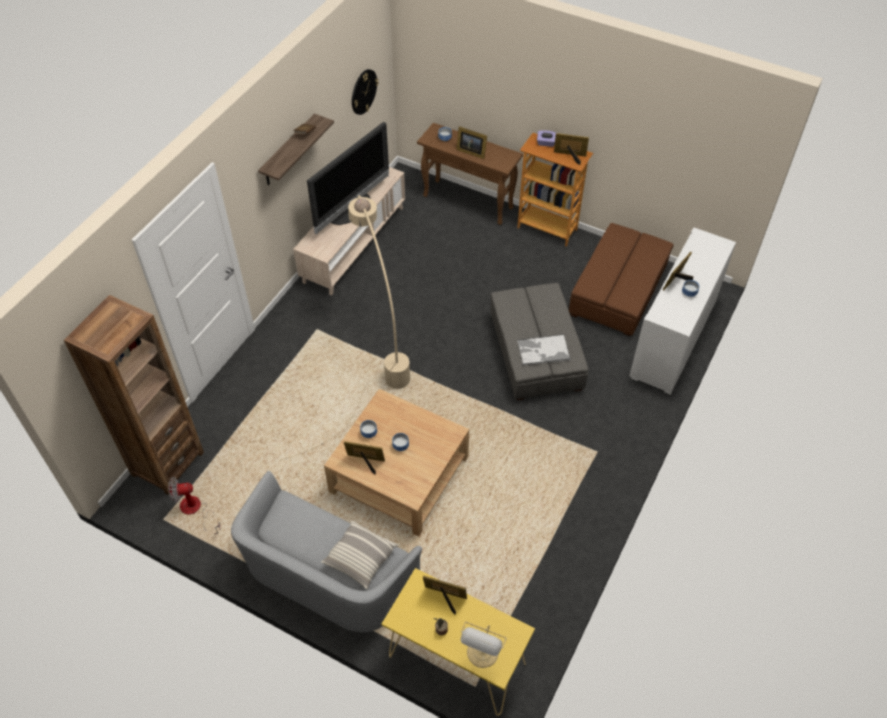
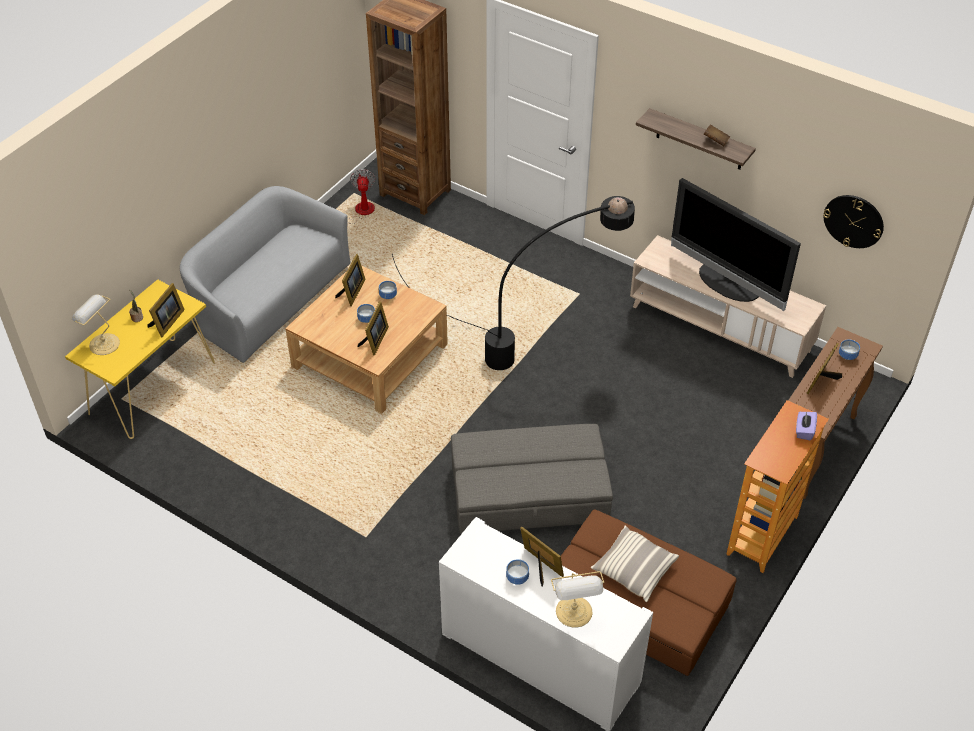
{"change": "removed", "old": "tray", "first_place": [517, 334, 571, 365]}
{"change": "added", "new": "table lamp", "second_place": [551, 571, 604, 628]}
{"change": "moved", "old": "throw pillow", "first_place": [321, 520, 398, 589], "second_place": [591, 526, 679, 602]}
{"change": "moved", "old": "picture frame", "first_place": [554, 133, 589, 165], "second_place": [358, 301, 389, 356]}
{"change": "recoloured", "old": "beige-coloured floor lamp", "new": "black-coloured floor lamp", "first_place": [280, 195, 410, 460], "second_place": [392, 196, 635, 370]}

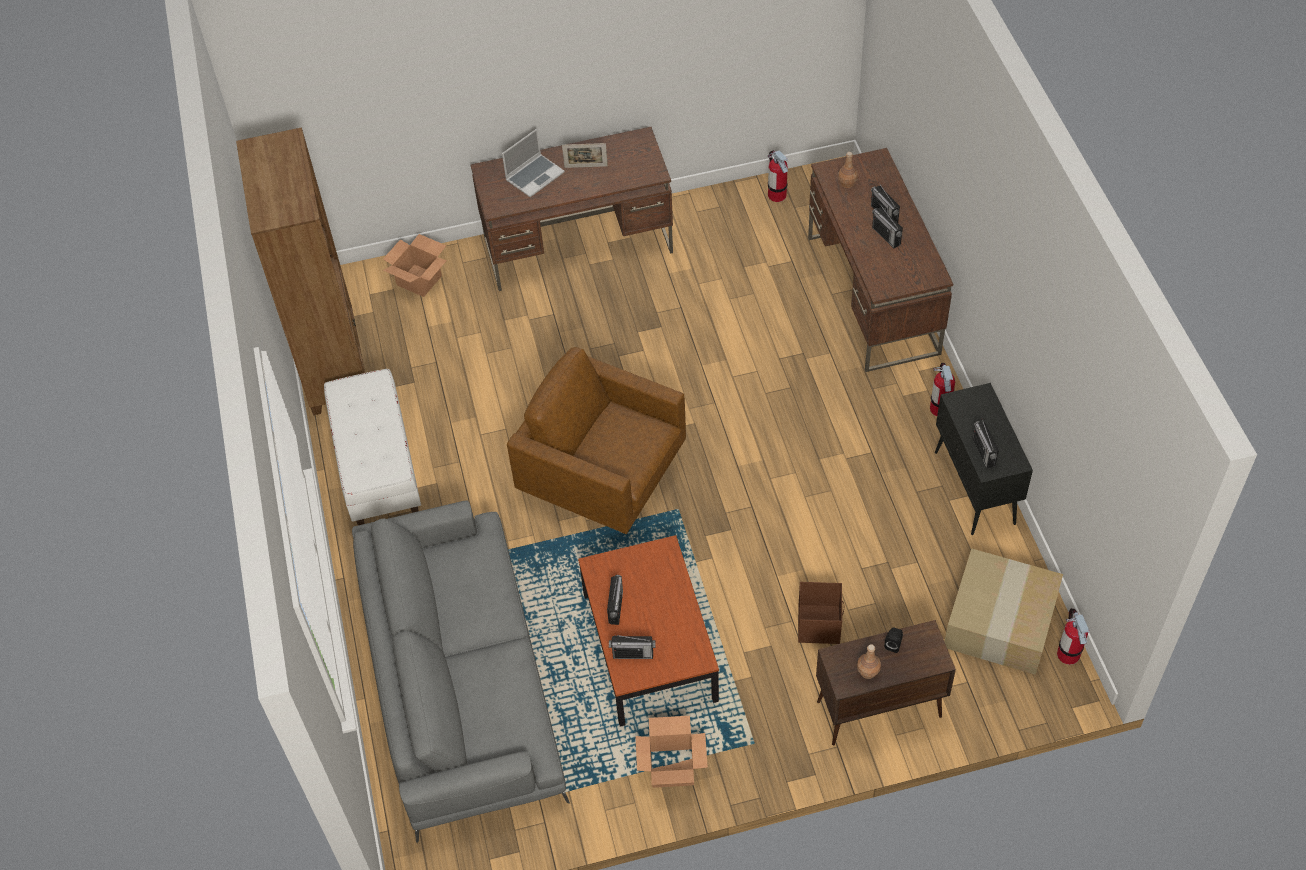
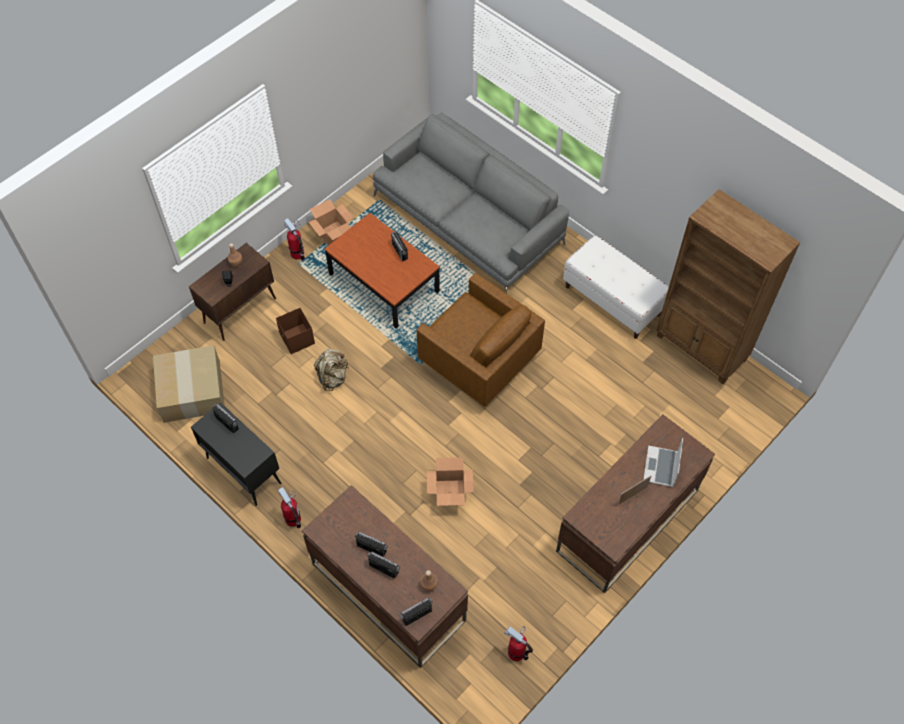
{"change": "added", "new": "beige-coloured backpack", "second_place": [314, 349, 348, 391]}
{"change": "moved", "old": "packing box", "first_place": [383, 234, 447, 297], "second_place": [427, 457, 474, 506]}
{"change": "moved", "old": "radio", "first_place": [609, 635, 655, 659], "second_place": [399, 598, 433, 626]}
{"change": "moved", "old": "extinguisher", "first_place": [1057, 608, 1090, 665], "second_place": [284, 218, 305, 260]}
{"change": "turned", "old": "brown-coloured easy chair", "first_place": [507, 347, 686, 534], "second_place": [417, 273, 545, 407], "degrees": 45}

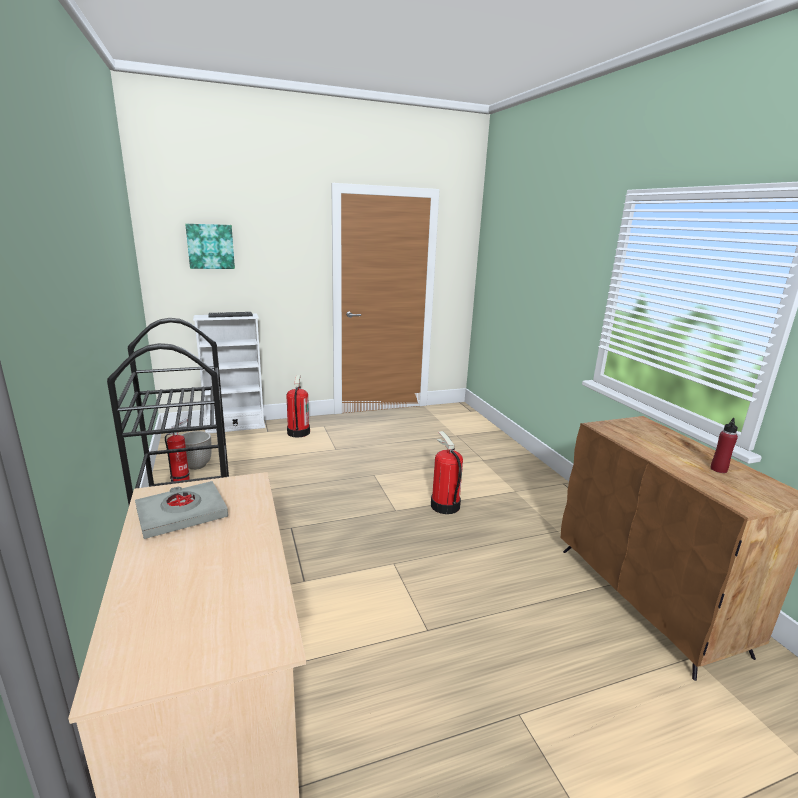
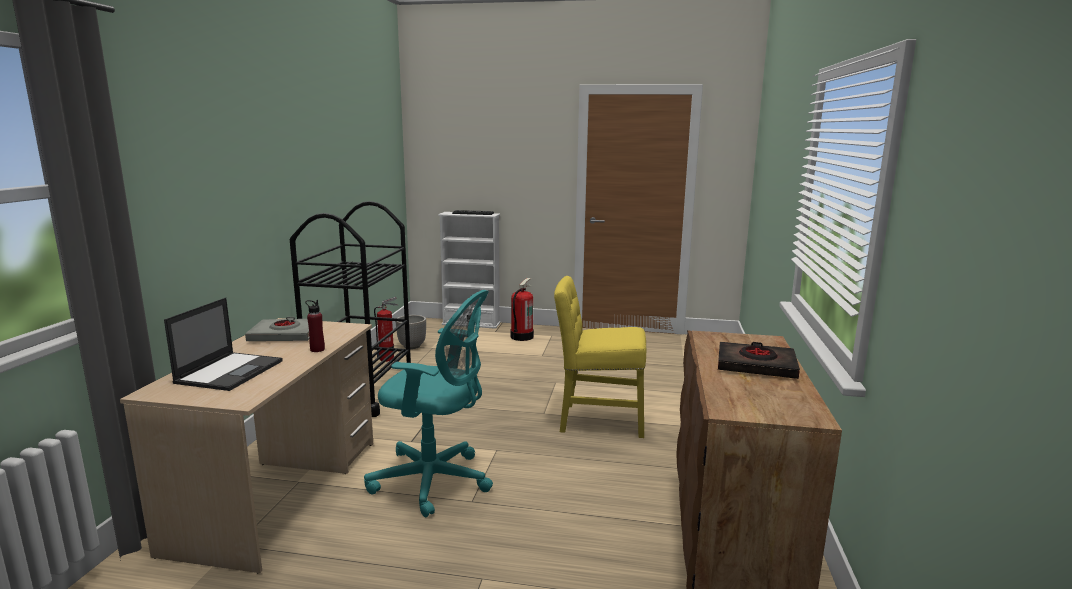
{"change": "removed", "old": "wall art", "first_place": [185, 224, 235, 269]}
{"change": "added", "new": "notebook computer", "second_place": [164, 298, 283, 391]}
{"change": "added", "new": "turquoise-coloured desk chair", "second_place": [364, 290, 493, 517]}
{"change": "added", "new": "black-coloured bound book", "second_place": [718, 342, 800, 379]}
{"change": "moved", "old": "red bottle", "first_place": [710, 418, 738, 473], "second_place": [305, 300, 325, 352]}
{"change": "replaced", "old": "extinguisher", "new": "yellow-coloured plain chair", "first_place": [431, 431, 463, 514], "second_place": [554, 276, 647, 438]}

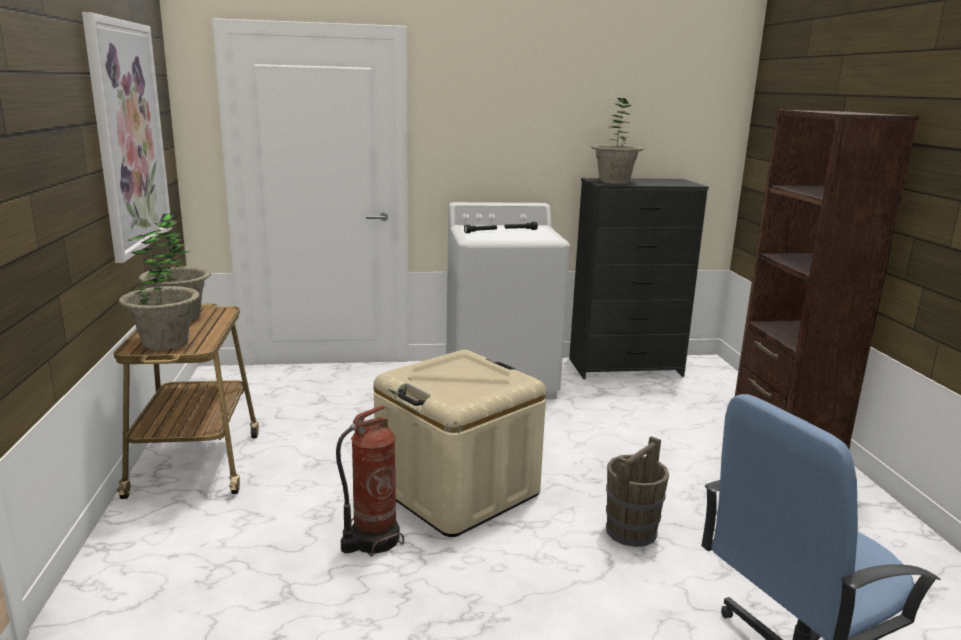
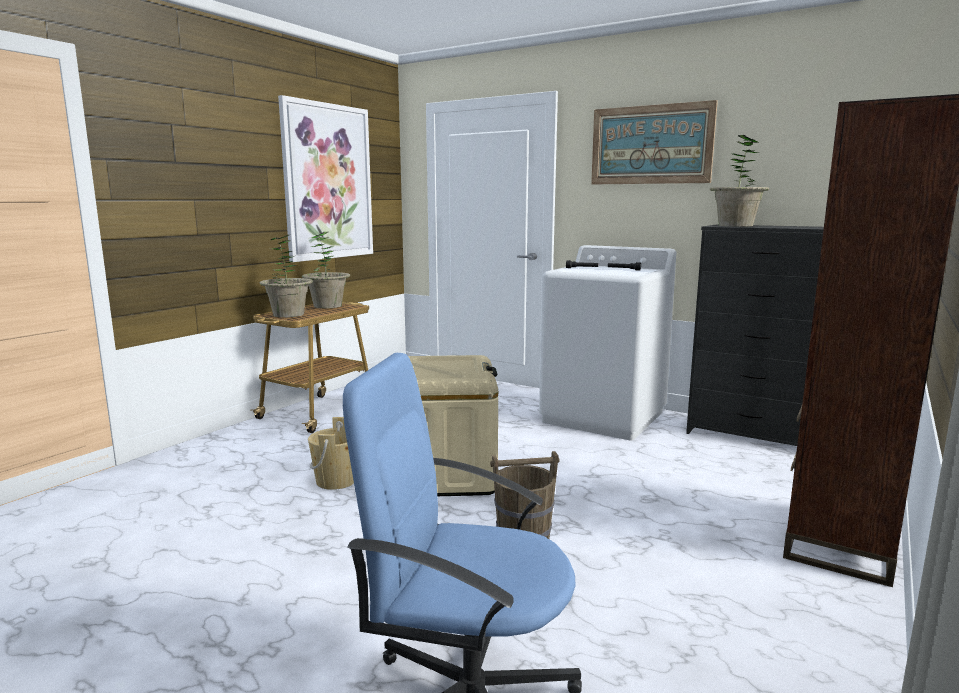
{"change": "added", "new": "wall art", "second_place": [591, 100, 718, 184]}
{"change": "replaced", "old": "extinguisher", "new": "beige-coloured bucket", "first_place": [336, 405, 404, 557], "second_place": [308, 417, 354, 490]}

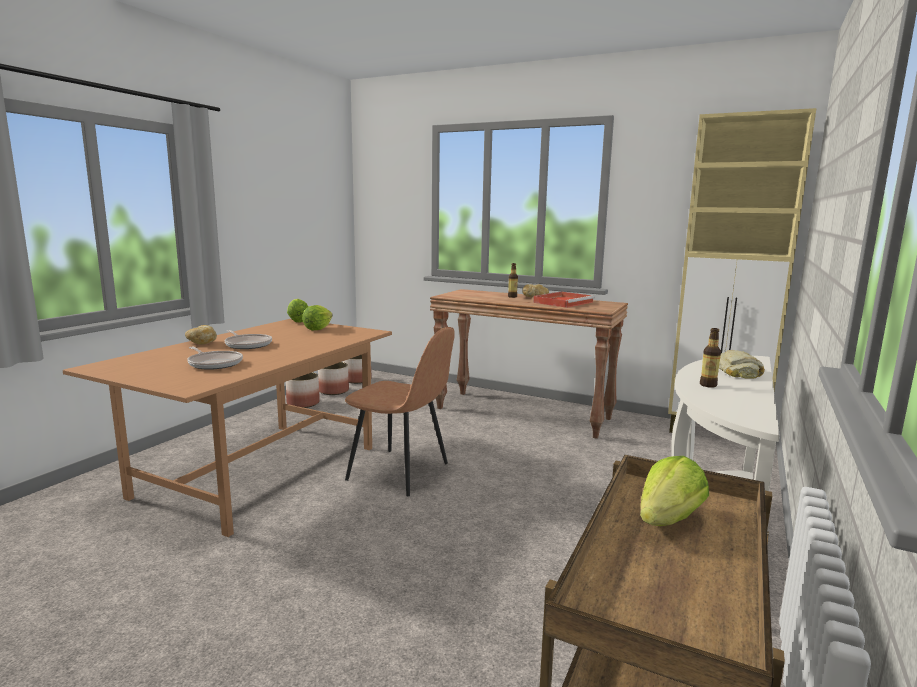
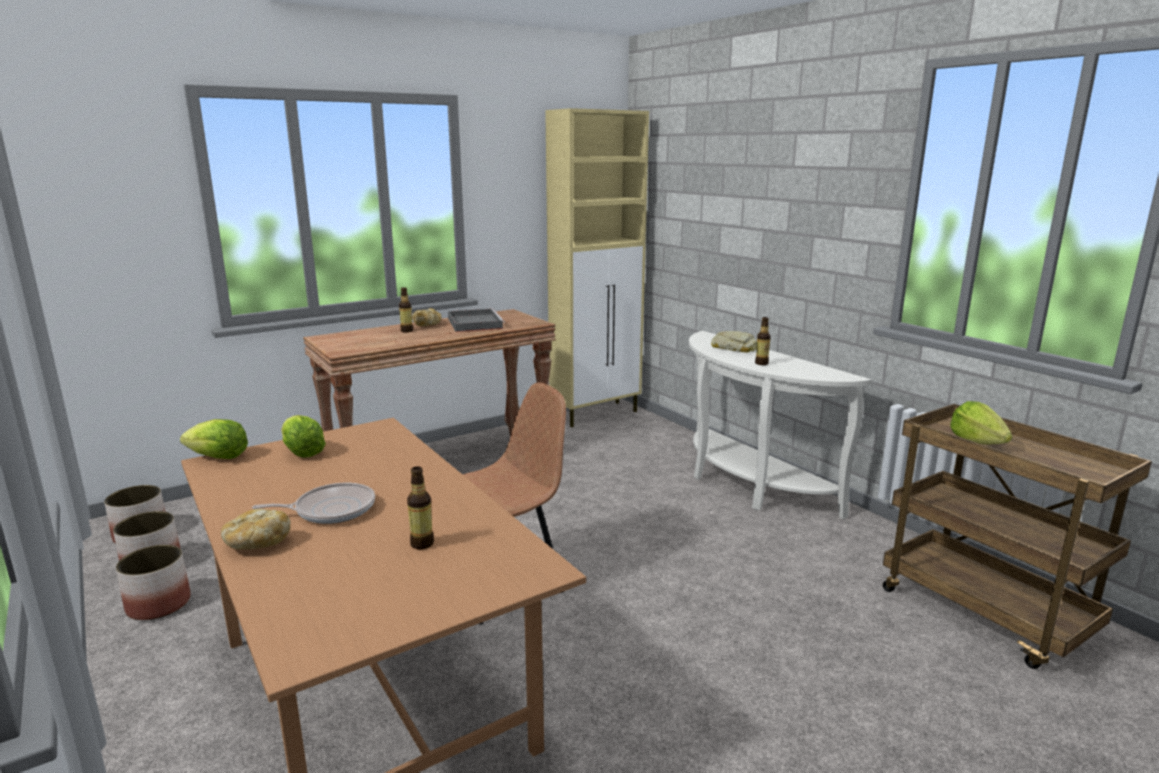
{"change": "replaced", "old": "skillet", "new": "bottle", "first_place": [187, 347, 243, 370], "second_place": [407, 466, 434, 549]}
{"change": "recoloured", "old": "red tray", "new": "greyish tray", "first_place": [533, 292, 595, 308], "second_place": [448, 309, 505, 332]}

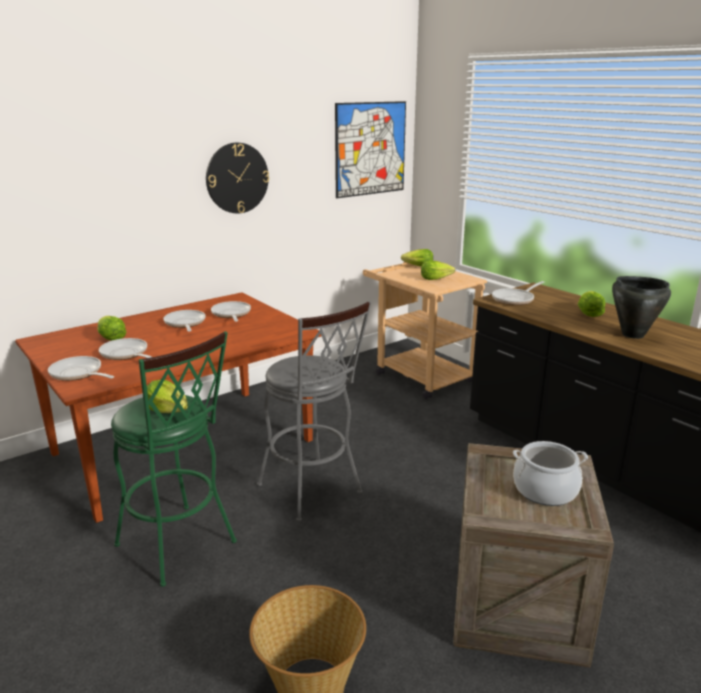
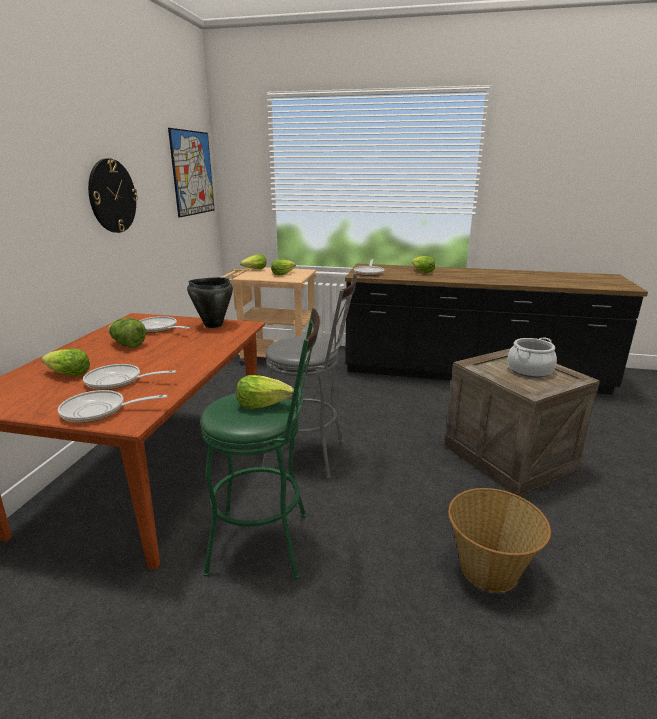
{"change": "moved", "old": "black-coloured stockpot", "first_place": [612, 276, 671, 339], "second_place": [187, 277, 233, 328]}
{"change": "replaced", "old": "skillet", "new": "lettuce head", "first_place": [163, 310, 206, 332], "second_place": [108, 318, 146, 348]}

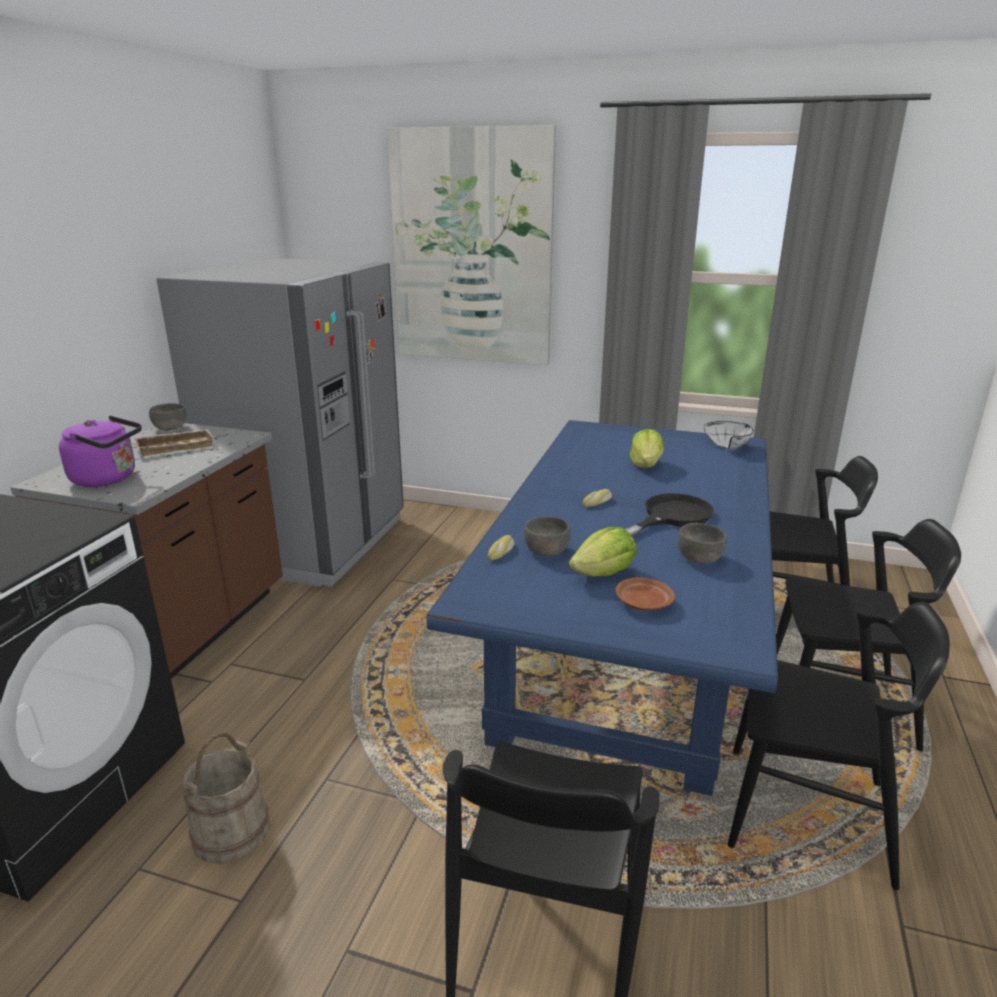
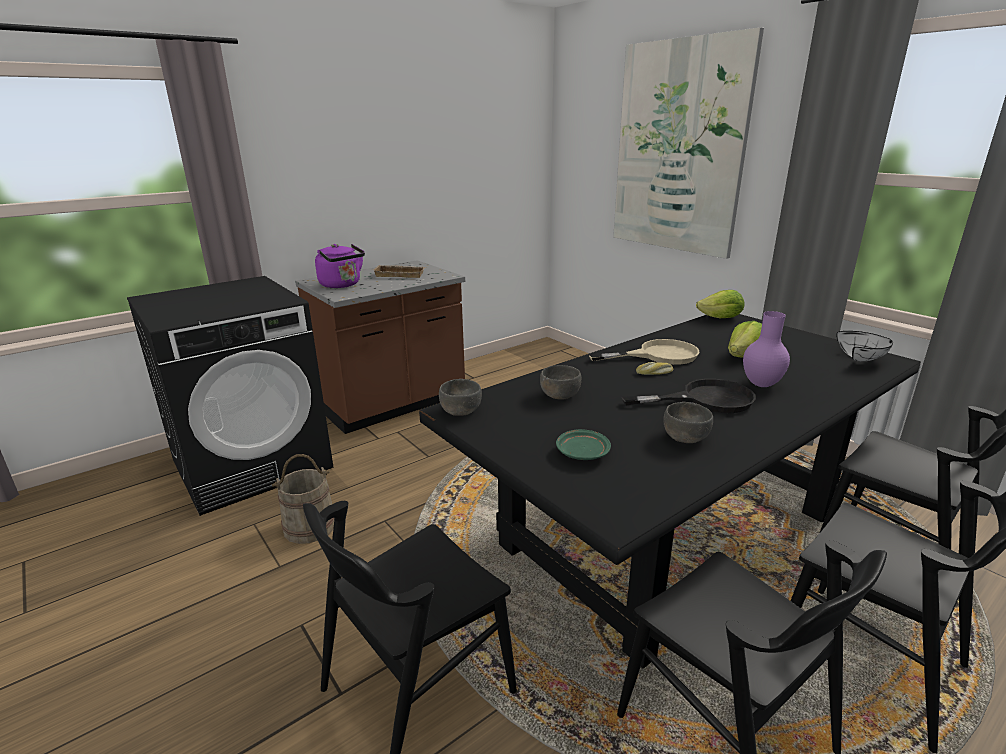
{"change": "removed", "old": "greyish refrigerator", "first_place": [156, 258, 404, 587]}
{"change": "removed", "old": "bread", "first_place": [488, 535, 514, 561]}
{"change": "added", "new": "beige-coloured skillet", "second_place": [589, 339, 699, 365]}
{"change": "added", "new": "purple-coloured flower vase", "second_place": [743, 311, 790, 387]}
{"change": "moved", "old": "greyish serving bowl", "first_place": [149, 403, 187, 430], "second_place": [439, 379, 482, 416]}
{"change": "moved", "old": "lettuce head", "first_place": [569, 527, 637, 576], "second_place": [696, 290, 745, 318]}
{"change": "recoloured", "old": "blue dining table", "new": "black-coloured dining table", "first_place": [426, 420, 778, 796], "second_place": [419, 314, 921, 668]}
{"change": "recoloured", "old": "brown-coloured plate", "new": "greenish plate", "first_place": [615, 577, 675, 611], "second_place": [556, 429, 611, 460]}

